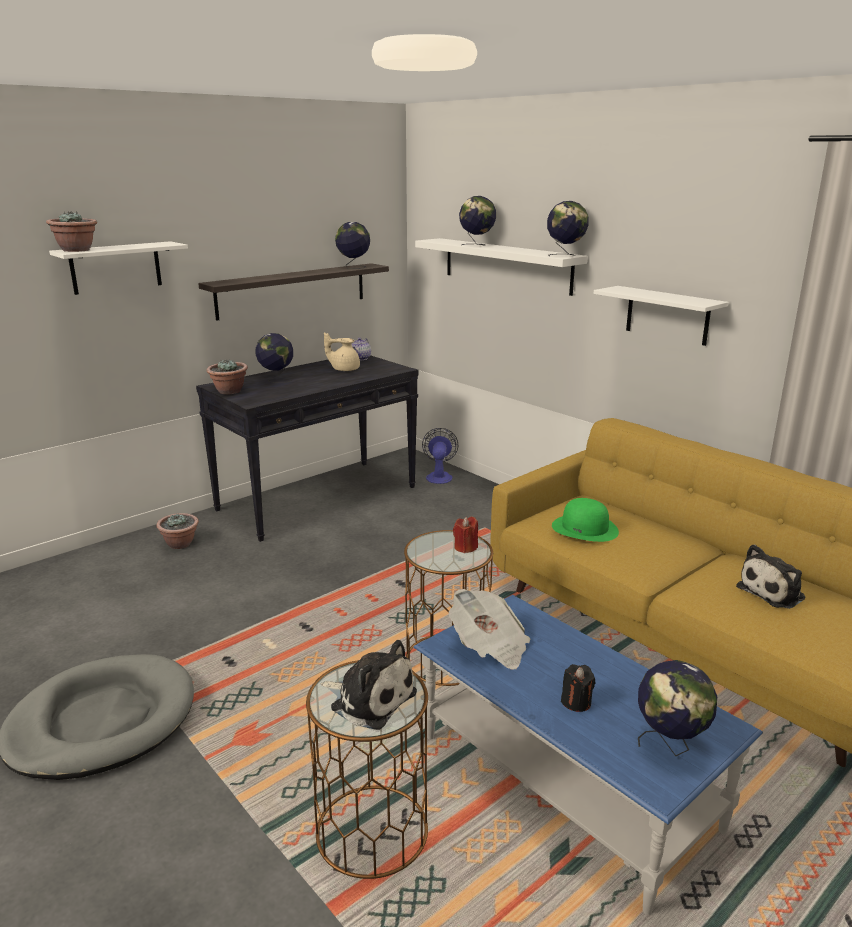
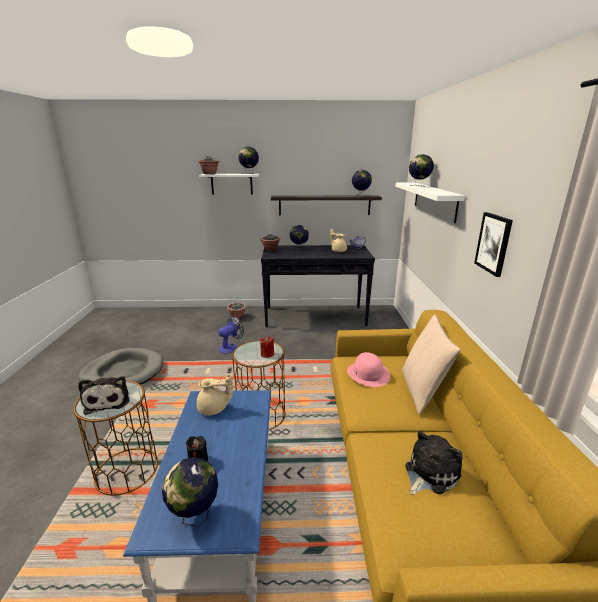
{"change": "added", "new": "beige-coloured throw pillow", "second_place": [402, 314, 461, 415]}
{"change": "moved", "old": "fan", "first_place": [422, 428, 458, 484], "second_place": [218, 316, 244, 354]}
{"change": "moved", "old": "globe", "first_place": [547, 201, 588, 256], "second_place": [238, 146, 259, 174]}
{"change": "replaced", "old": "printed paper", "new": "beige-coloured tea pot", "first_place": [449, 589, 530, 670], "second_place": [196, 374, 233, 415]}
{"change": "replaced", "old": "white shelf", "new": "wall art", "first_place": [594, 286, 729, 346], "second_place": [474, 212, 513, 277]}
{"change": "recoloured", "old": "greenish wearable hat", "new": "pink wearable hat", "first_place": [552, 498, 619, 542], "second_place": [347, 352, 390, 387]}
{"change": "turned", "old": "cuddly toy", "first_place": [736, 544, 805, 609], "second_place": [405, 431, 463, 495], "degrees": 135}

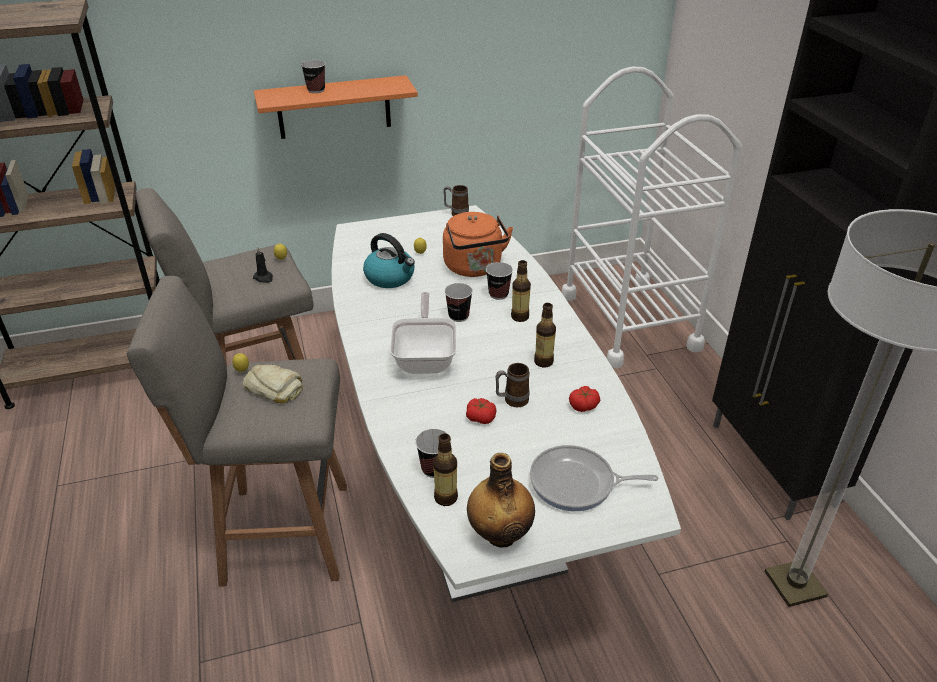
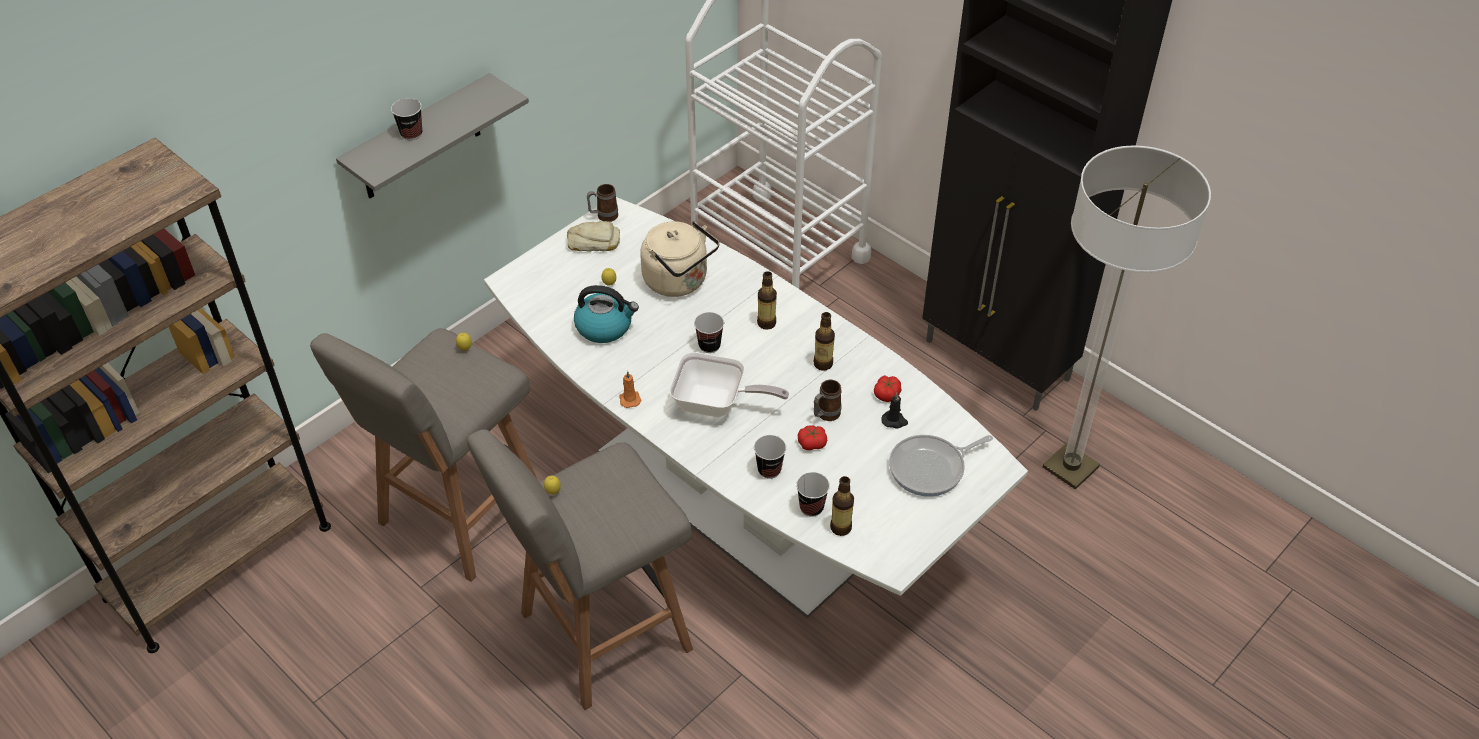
{"change": "removed", "old": "bottle", "first_place": [467, 453, 535, 548]}
{"change": "added", "new": "orange-coloured wax candle", "second_place": [619, 371, 642, 408]}
{"change": "moved", "old": "bread", "first_place": [243, 365, 303, 403], "second_place": [567, 221, 620, 252]}
{"change": "moved", "old": "black-coloured wax candle", "first_place": [253, 247, 273, 283], "second_place": [881, 393, 908, 429]}
{"change": "moved", "old": "small cup", "first_place": [486, 262, 513, 300], "second_place": [754, 435, 786, 479]}
{"change": "recoloured", "old": "orange-coloured shelf", "new": "greyish shelf", "first_place": [254, 75, 418, 139], "second_place": [336, 73, 529, 198]}
{"change": "recoloured", "old": "orange-coloured water kettle", "new": "beige-coloured water kettle", "first_place": [443, 212, 513, 277], "second_place": [640, 221, 719, 297]}
{"change": "turned", "old": "skillet", "first_place": [390, 292, 457, 374], "second_place": [669, 352, 789, 417], "degrees": 135}

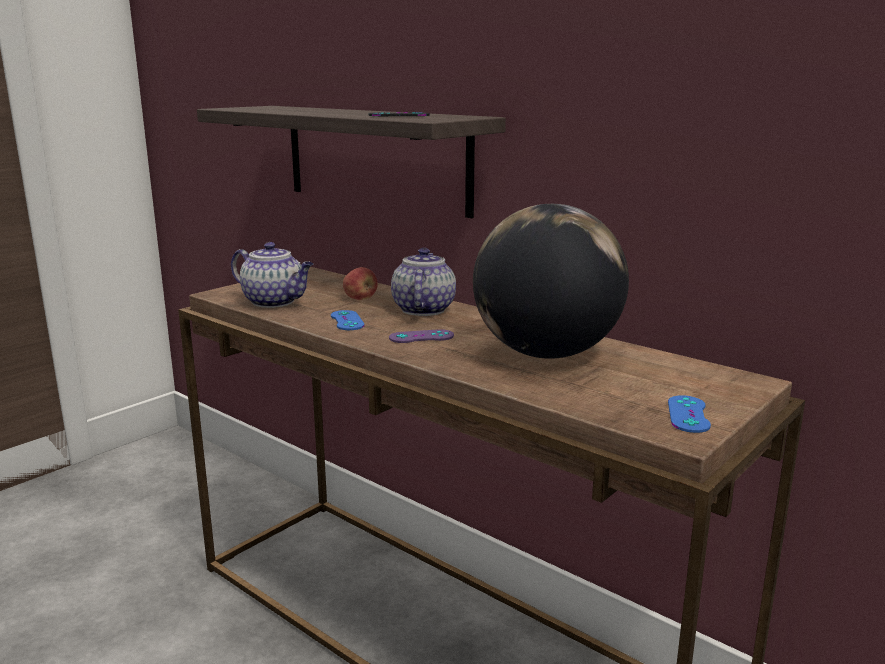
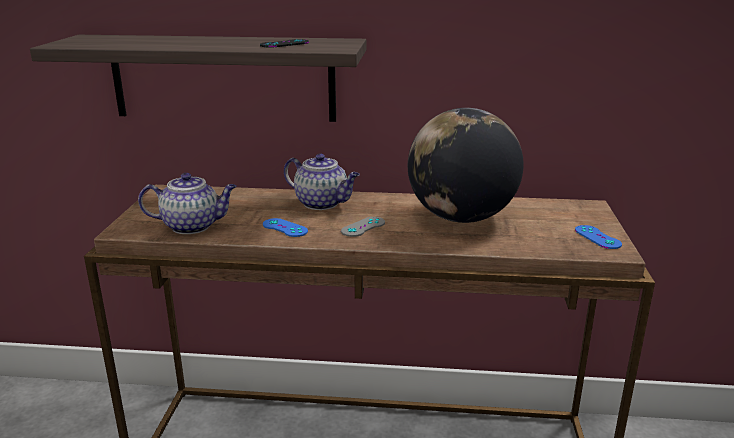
{"change": "removed", "old": "apple fruit", "first_place": [343, 267, 378, 300]}
{"change": "recoloured", "old": "purple-coloured gamepad", "new": "greyish gamepad", "first_place": [389, 329, 454, 343], "second_place": [341, 217, 385, 237]}
{"change": "turned", "old": "tea pot", "first_place": [391, 248, 456, 316], "second_place": [284, 153, 360, 210], "degrees": 150}

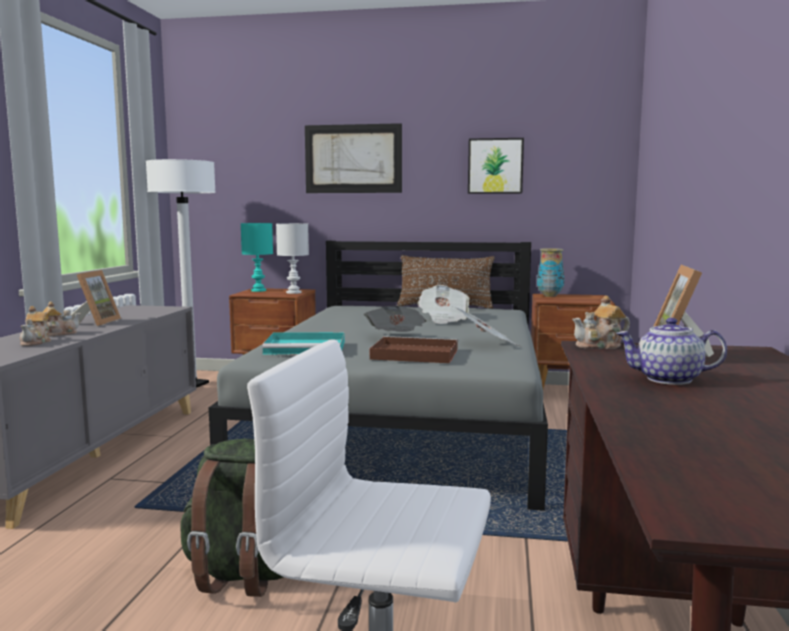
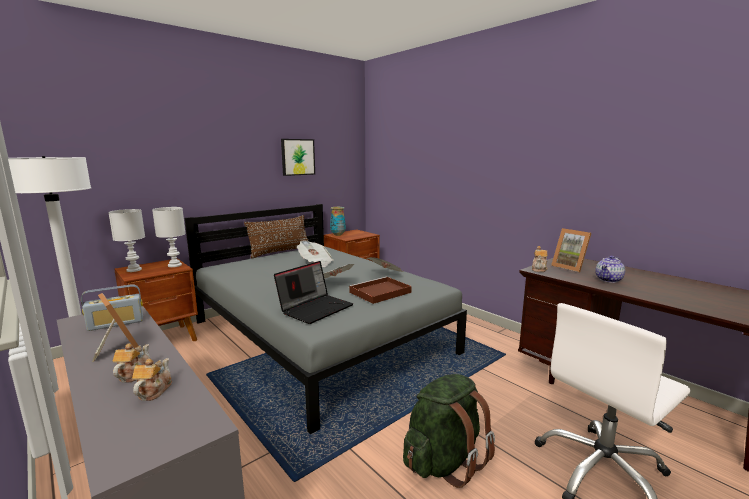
{"change": "removed", "old": "wall art", "first_place": [305, 123, 402, 193]}
{"change": "added", "new": "radio", "second_place": [81, 285, 143, 331]}
{"change": "replaced", "old": "turquoise-coloured tray", "new": "notebook computer", "first_place": [262, 332, 345, 355], "second_place": [274, 261, 353, 324]}
{"change": "recoloured", "old": "turquoise-coloured table lamp", "new": "white table lamp", "first_place": [241, 223, 273, 292], "second_place": [108, 209, 145, 272]}
{"change": "turned", "old": "tea pot", "first_place": [20, 306, 51, 346], "second_place": [132, 358, 172, 401], "degrees": -120}

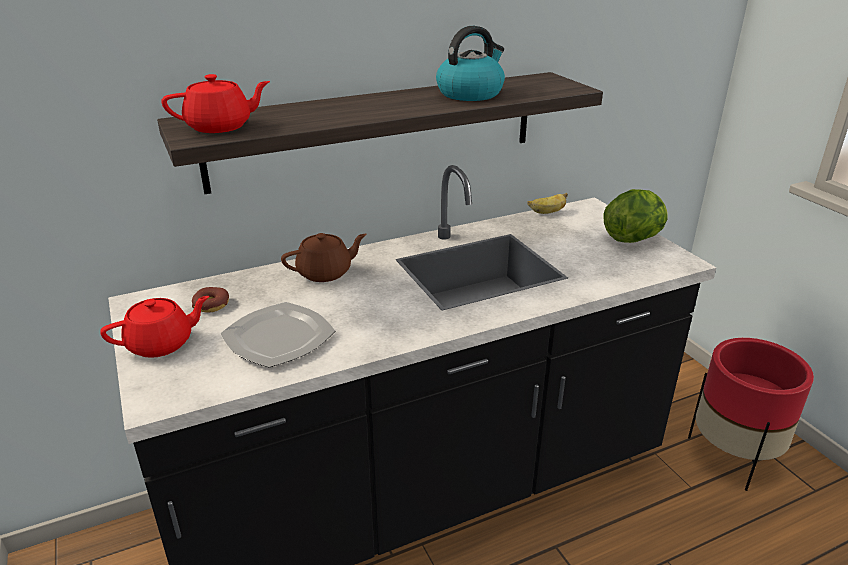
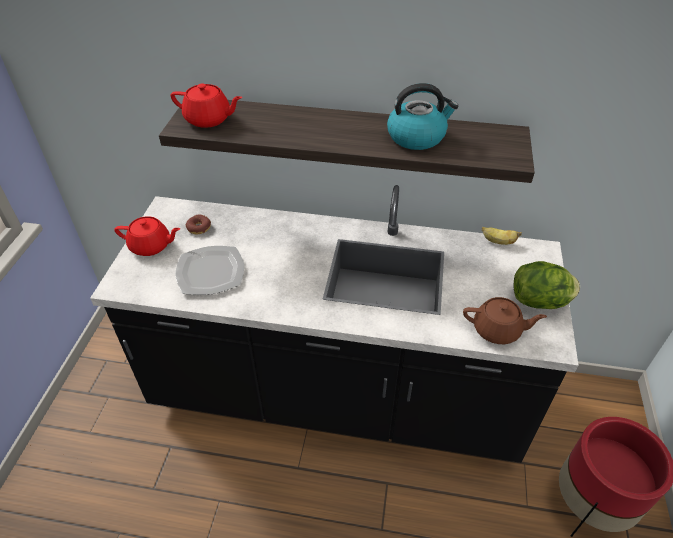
{"change": "moved", "old": "brown-coloured tea pot", "first_place": [281, 233, 367, 282], "second_place": [463, 297, 547, 344]}

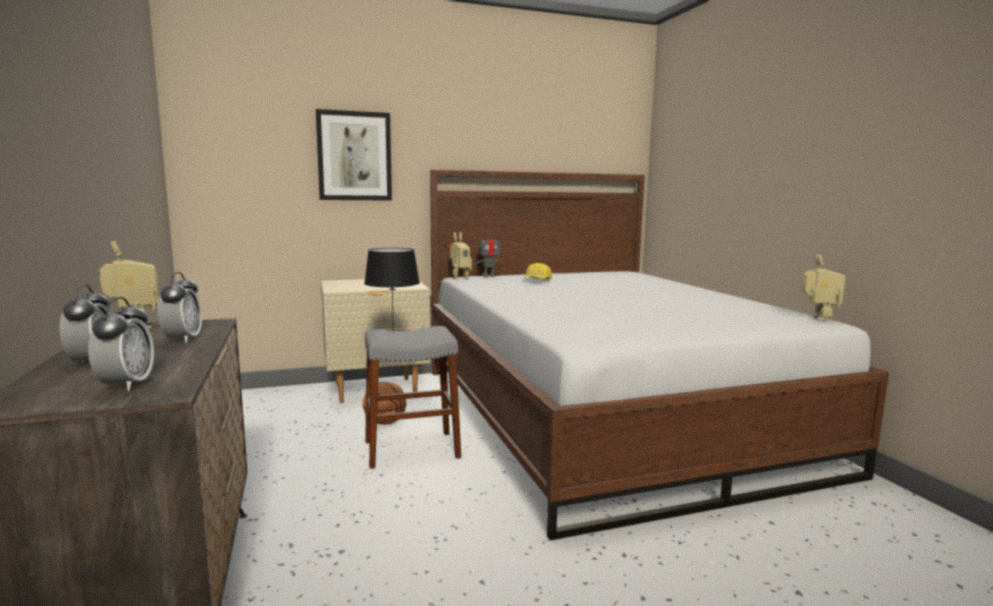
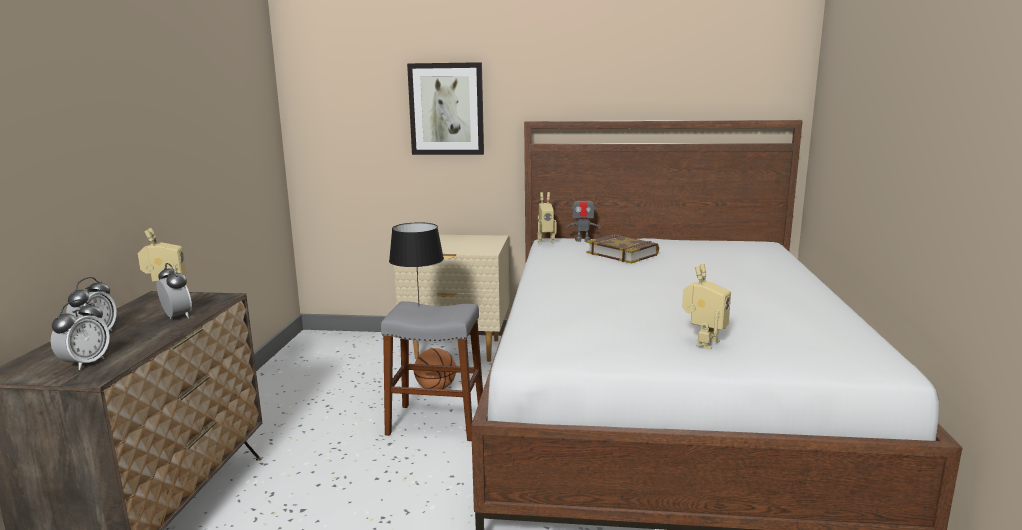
{"change": "moved", "old": "robot figure", "first_place": [802, 254, 846, 322], "second_place": [682, 264, 731, 350]}
{"change": "replaced", "old": "yellow-coloured baseball cap", "new": "bound book", "first_place": [523, 263, 552, 280], "second_place": [586, 234, 659, 264]}
{"change": "turned", "old": "alarm clock", "first_place": [157, 272, 202, 343], "second_place": [157, 263, 192, 318], "degrees": -60}

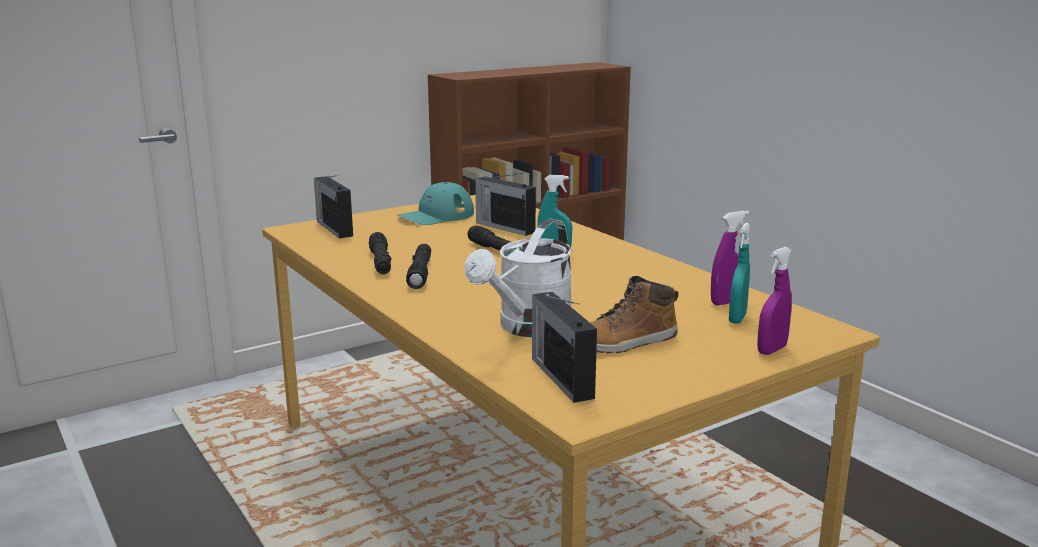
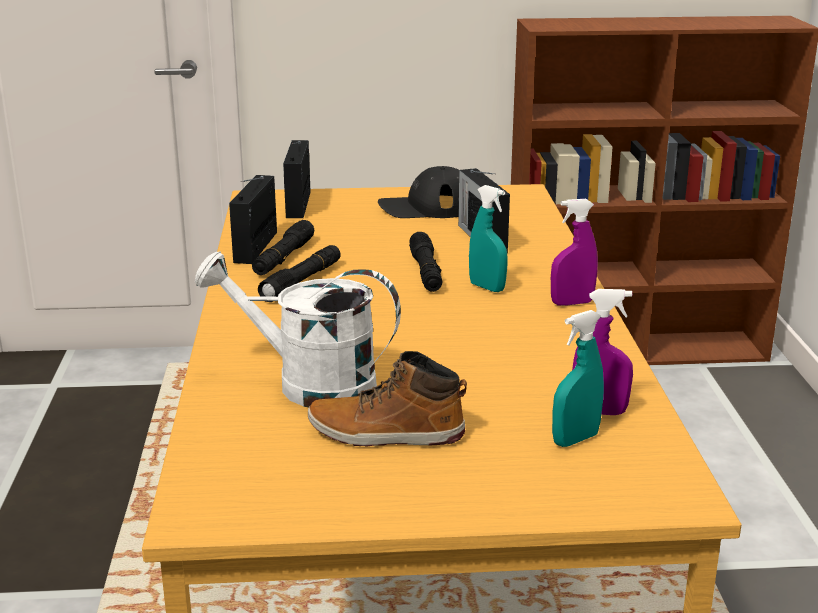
{"change": "moved", "old": "radio", "first_place": [532, 292, 597, 403], "second_place": [229, 175, 277, 264]}
{"change": "moved", "old": "purple-coloured sprayer", "first_place": [757, 247, 792, 355], "second_place": [551, 199, 598, 305]}
{"change": "recoloured", "old": "turquoise-coloured baseball cap", "new": "black-coloured baseball cap", "first_place": [398, 182, 474, 225], "second_place": [378, 166, 459, 218]}
{"change": "turned", "old": "white watering pot", "first_place": [464, 219, 572, 337], "second_place": [195, 251, 401, 407], "degrees": 45}

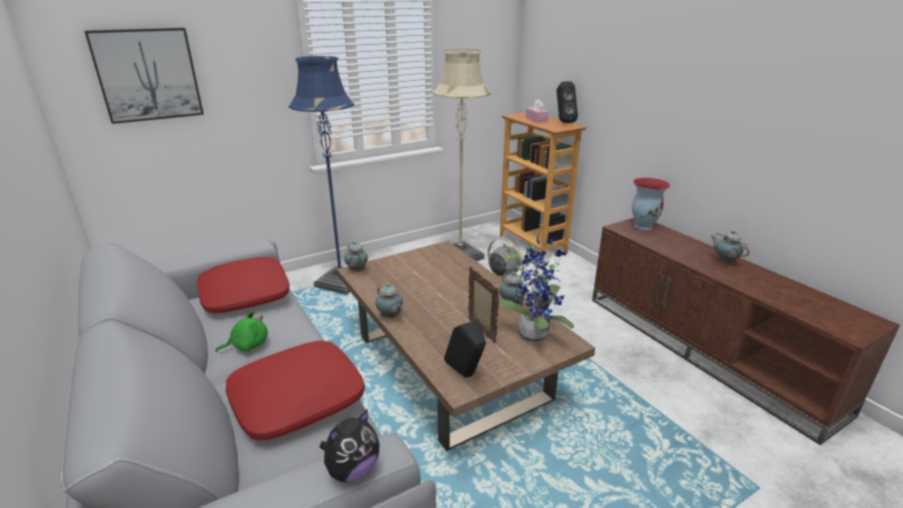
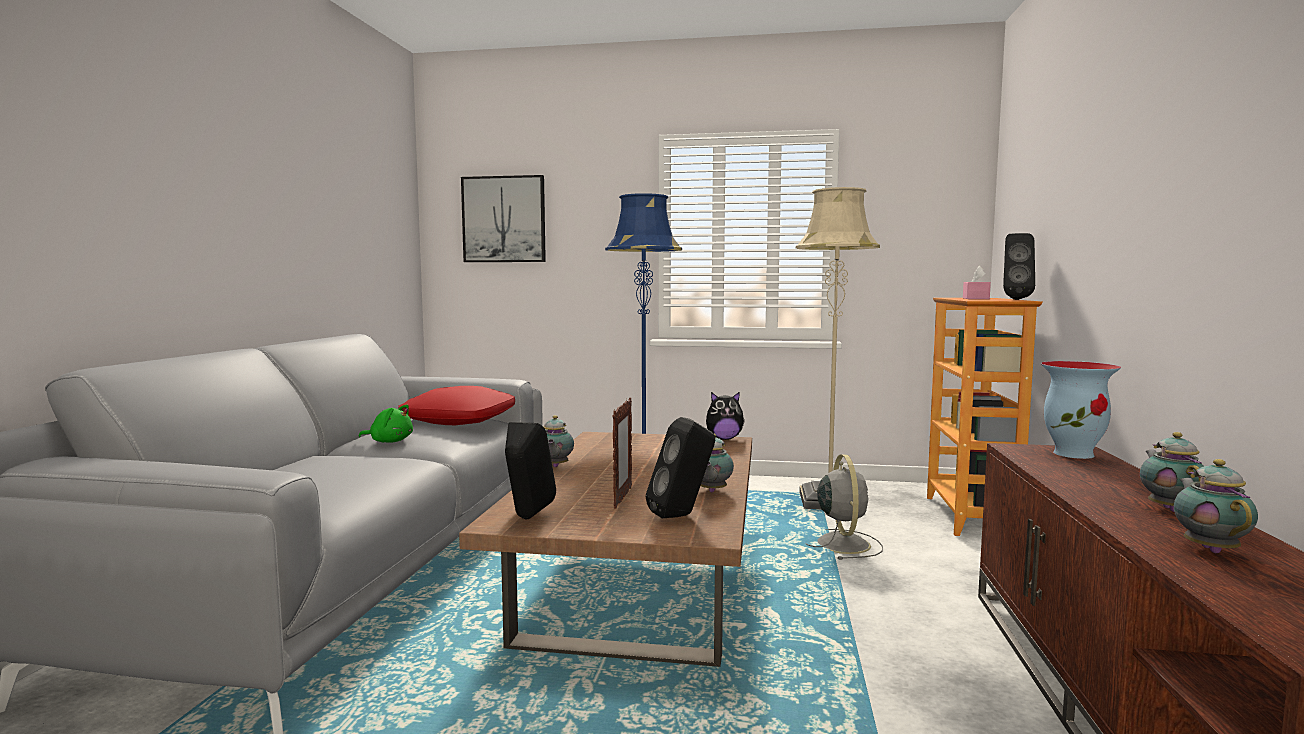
{"change": "removed", "old": "red throw pillow", "first_place": [226, 341, 365, 440]}
{"change": "moved", "old": "cuddly toy", "first_place": [319, 409, 380, 483], "second_place": [706, 392, 745, 440]}
{"change": "moved", "old": "tea pot", "first_place": [344, 241, 368, 272], "second_place": [1174, 459, 1258, 553]}
{"change": "replaced", "old": "potted plant", "new": "black-coloured loudspeaker", "first_place": [496, 234, 574, 343], "second_place": [646, 417, 715, 519]}

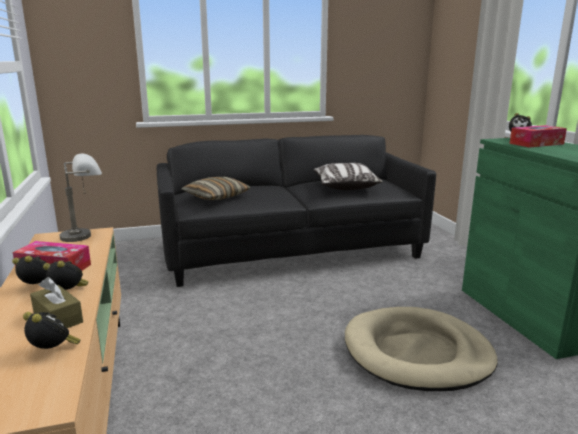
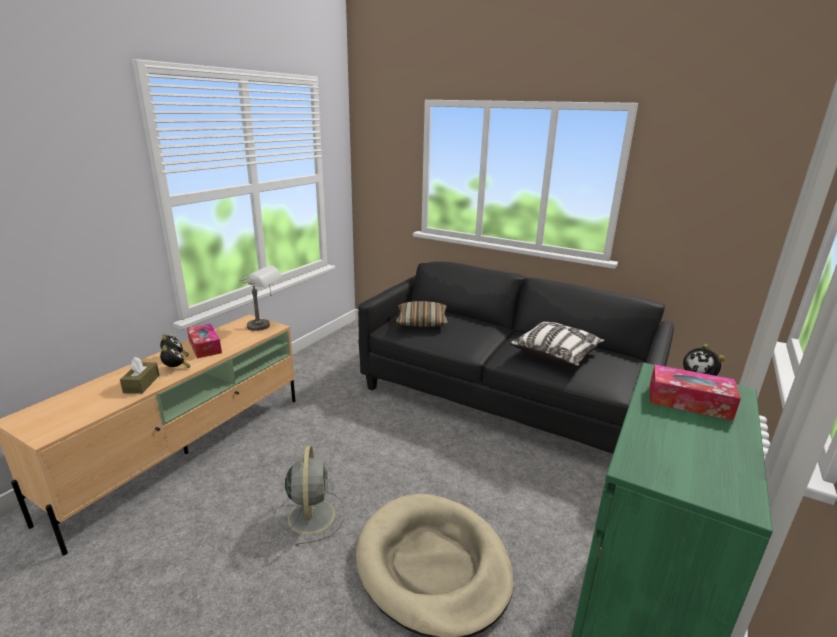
{"change": "removed", "old": "alarm clock", "first_place": [23, 312, 80, 349]}
{"change": "added", "new": "greyish fan", "second_place": [277, 446, 345, 546]}

